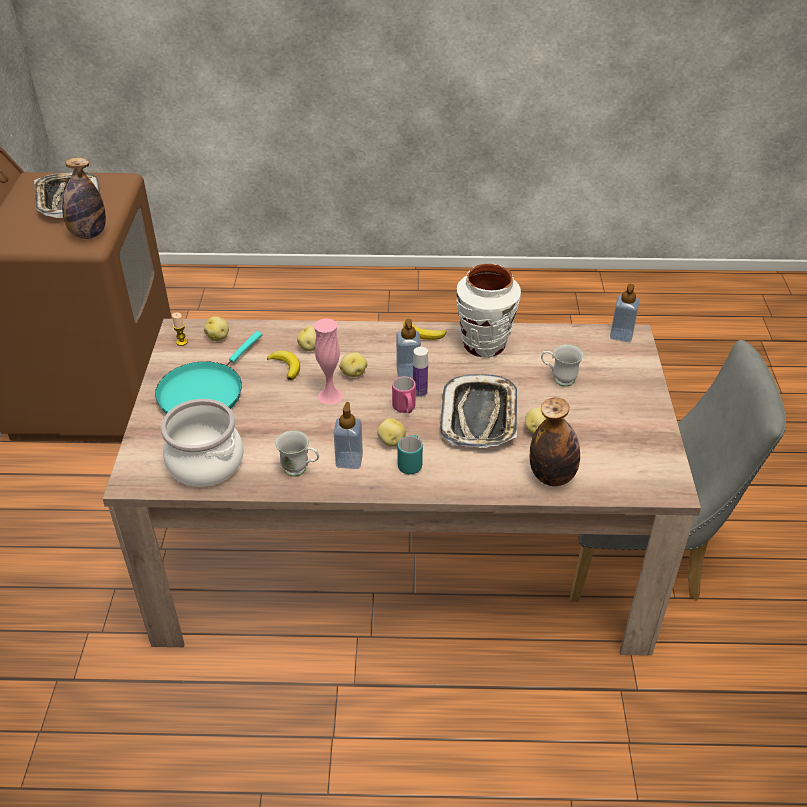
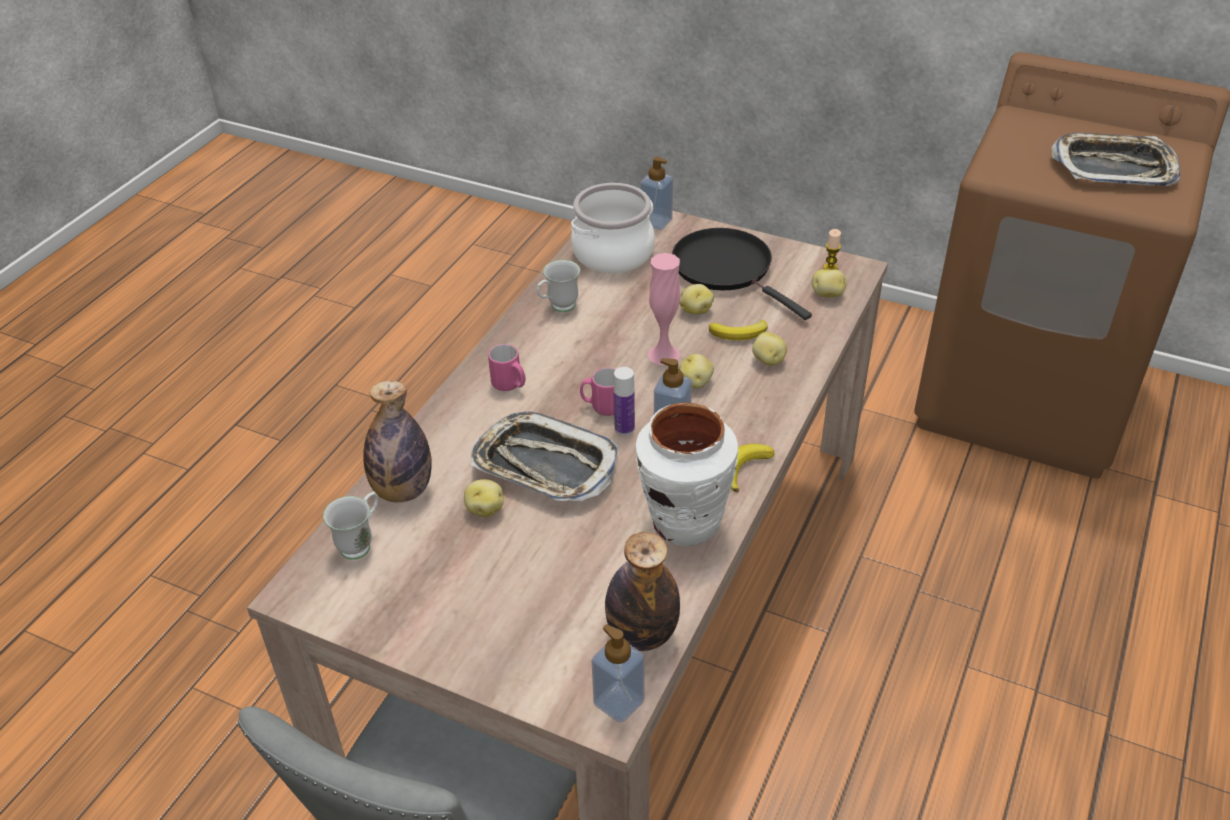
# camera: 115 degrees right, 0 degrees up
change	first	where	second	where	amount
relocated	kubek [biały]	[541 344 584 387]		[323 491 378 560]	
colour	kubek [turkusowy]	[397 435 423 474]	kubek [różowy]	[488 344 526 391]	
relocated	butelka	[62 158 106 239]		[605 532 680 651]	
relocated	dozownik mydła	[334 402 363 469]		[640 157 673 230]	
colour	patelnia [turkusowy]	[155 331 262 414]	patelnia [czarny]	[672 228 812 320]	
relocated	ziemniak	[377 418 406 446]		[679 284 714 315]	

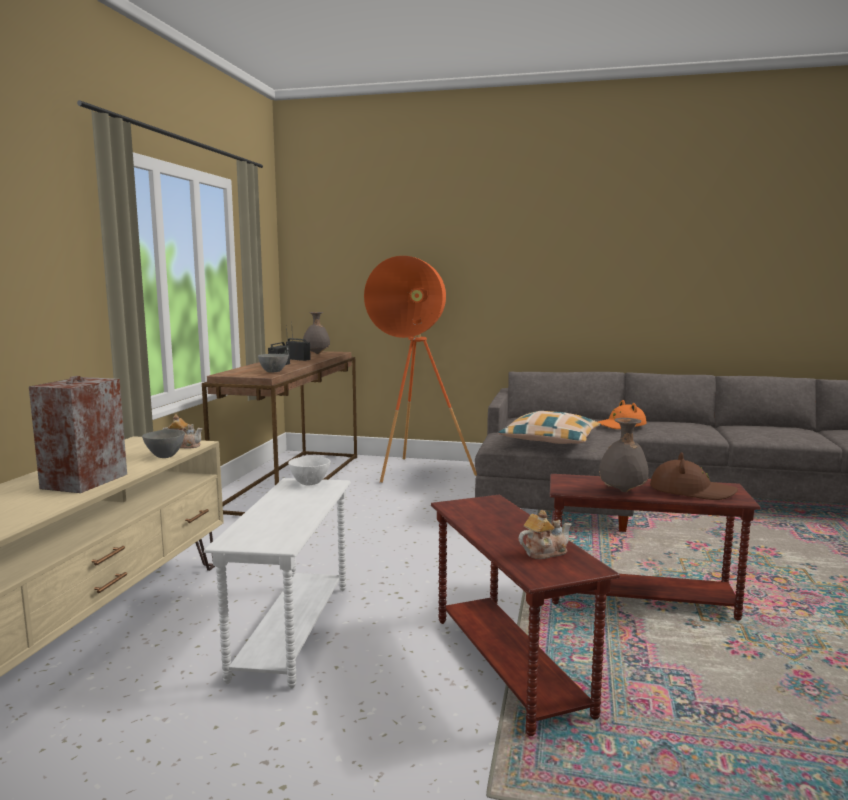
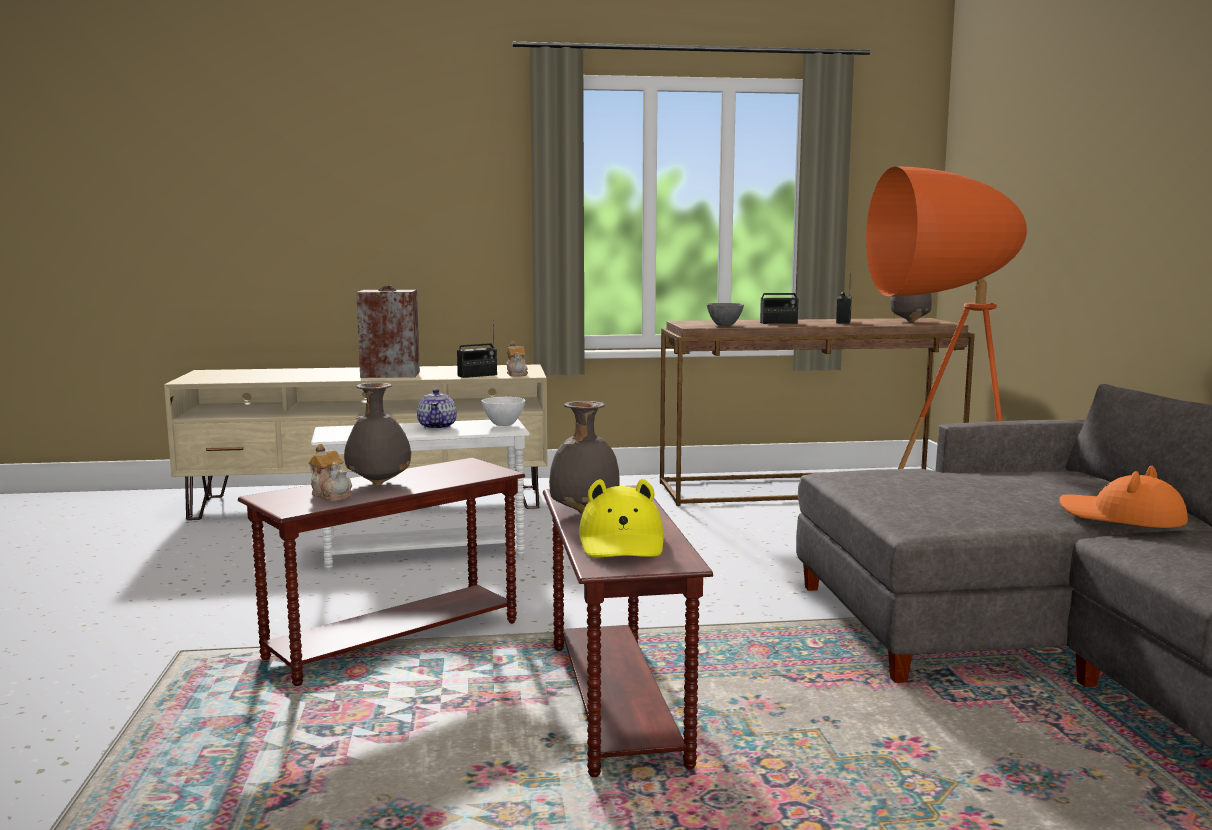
# camera: 70 degrees right, 0 degrees up
change	first	where	second	where	amount
appeared			wazon [szary]	[344 383 412 485]	
appeared			imbryk	[417 389 457 429]	
exchanged	miska [szary]	[142 429 185 458]	radio	[457 320 497 378]	
colour	kapelusz [brązowy]	[650 452 738 500]	kapelusz [żółty]	[579 479 663 557]	
missing	poduszka	[498 411 601 444]			

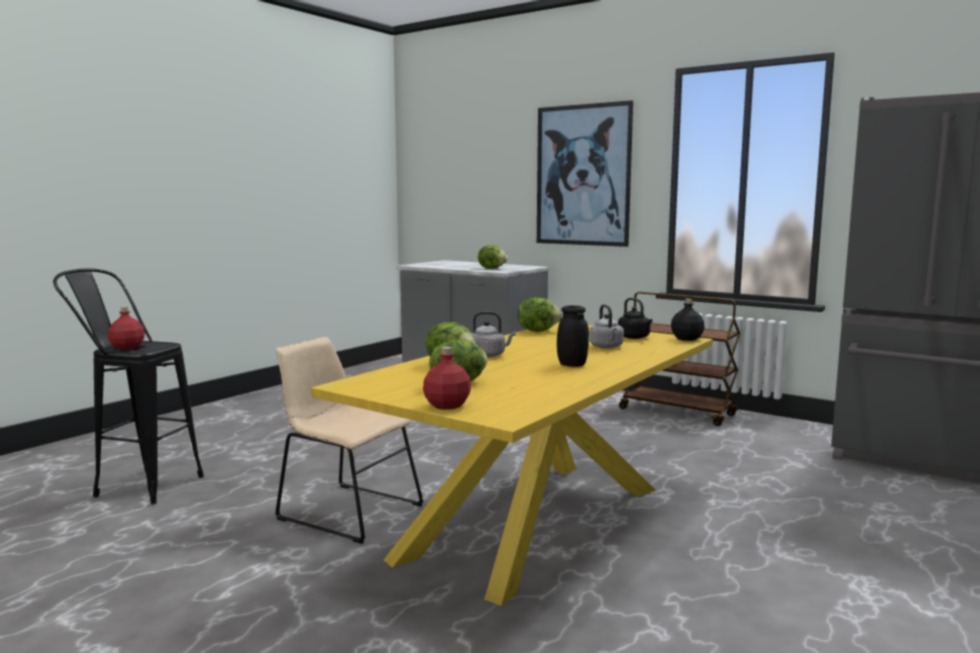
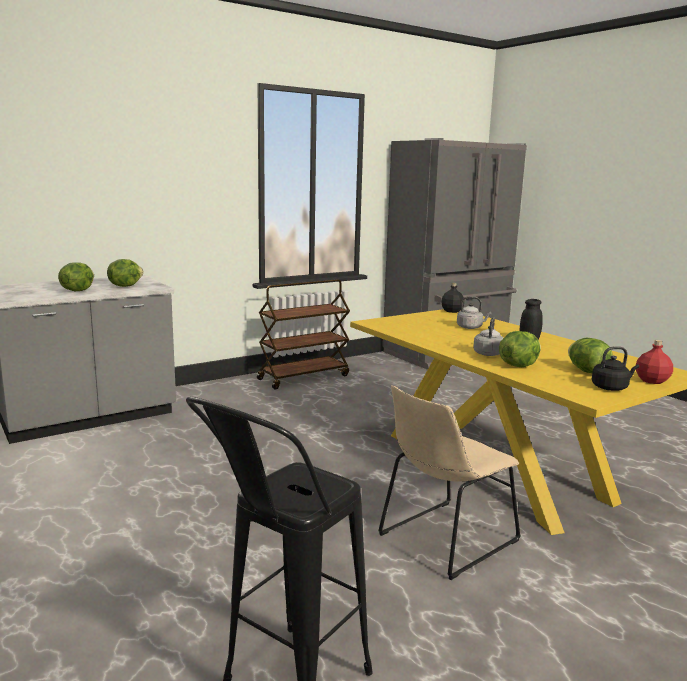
# camera: 70 degrees left, 5 degrees up
change	first	where	second	where	amount
relocated	sałata	[518 297 563 332]		[58 262 94 291]	
relocated	czajnik [czarny]	[618 298 652 339]		[592 346 639 391]	
missing	butelka [czerwony]	[108 307 145 350]			
missing	obraz	[537 100 633 247]			

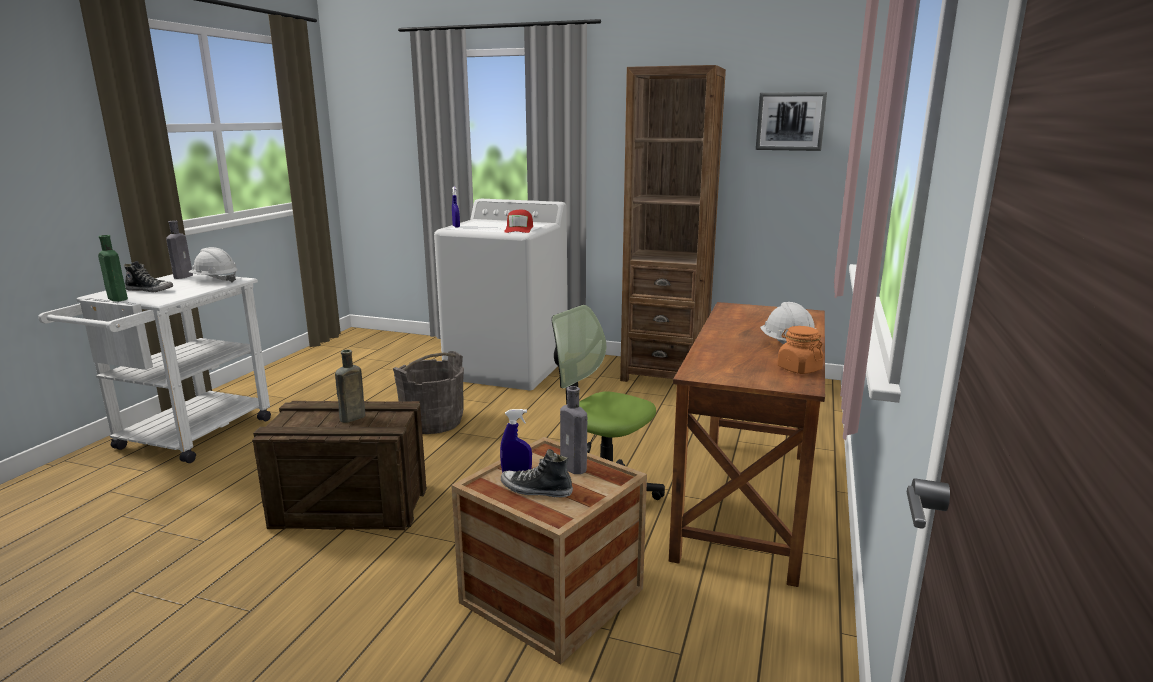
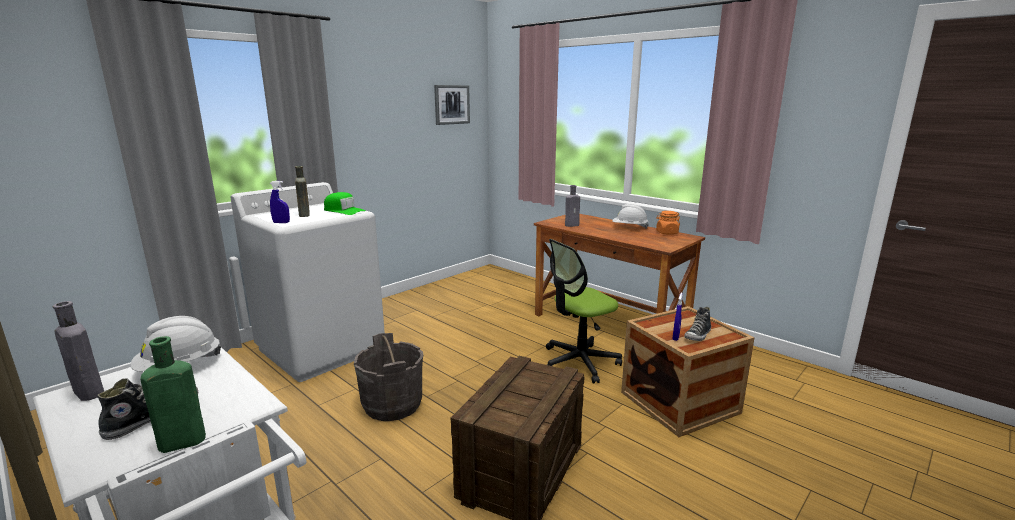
# camera: 65 degrees left, 0 degrees up
change	first	where	second	where	amount
relocated	butelka [brązowy]	[335 349 365 423]		[295 166 310 217]	
colour	czapka z daszkiem [czerwony]	[504 210 533 233]	czapka z daszkiem [zielony]	[324 192 366 215]	
relocated	butelka [szary]	[560 386 587 474]		[565 185 580 227]	
missing	regał [brązowy]	[620 65 726 382]			

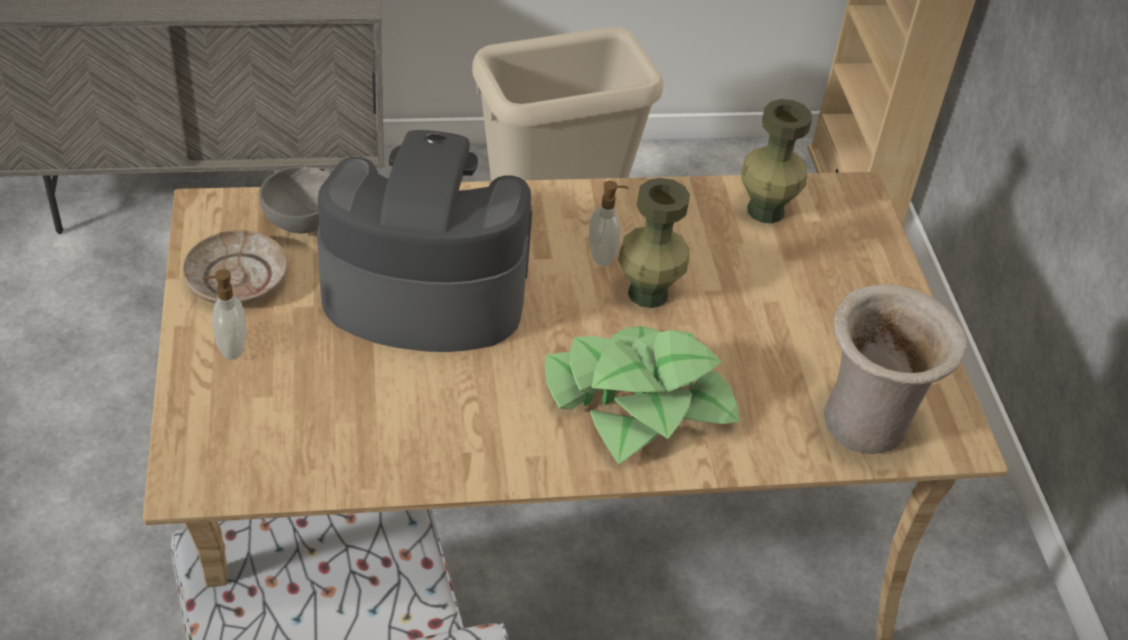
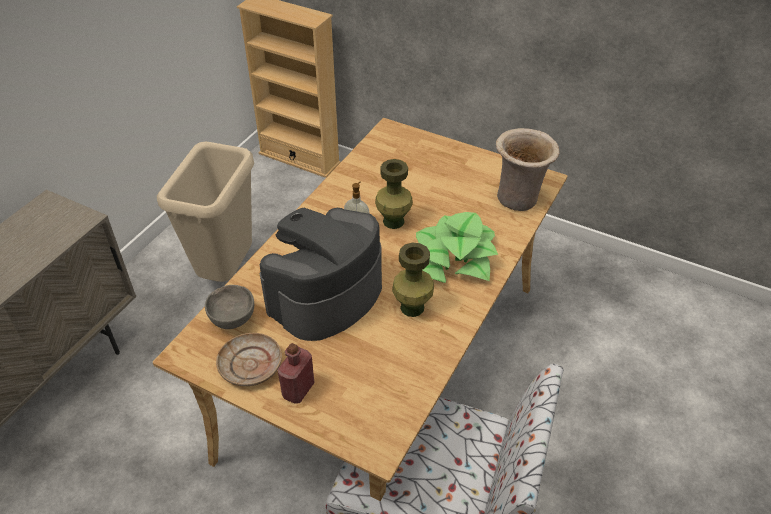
# camera: 50 degrees left, 0 degrees up
change	first	where	second	where	amount
exchanged	dozownik mydła	[202 269 246 360]	butelka [czerwony]	[277 343 315 404]	
relocated	wazon [zielony]	[741 99 812 224]		[392 242 434 317]	

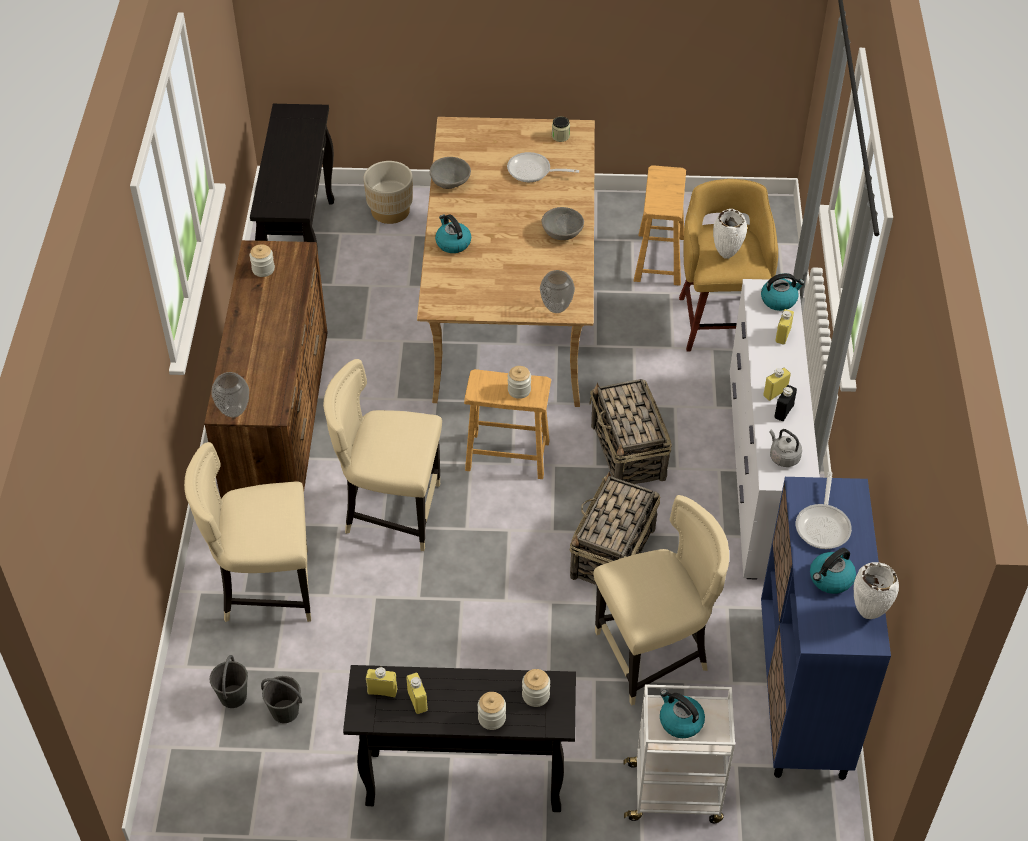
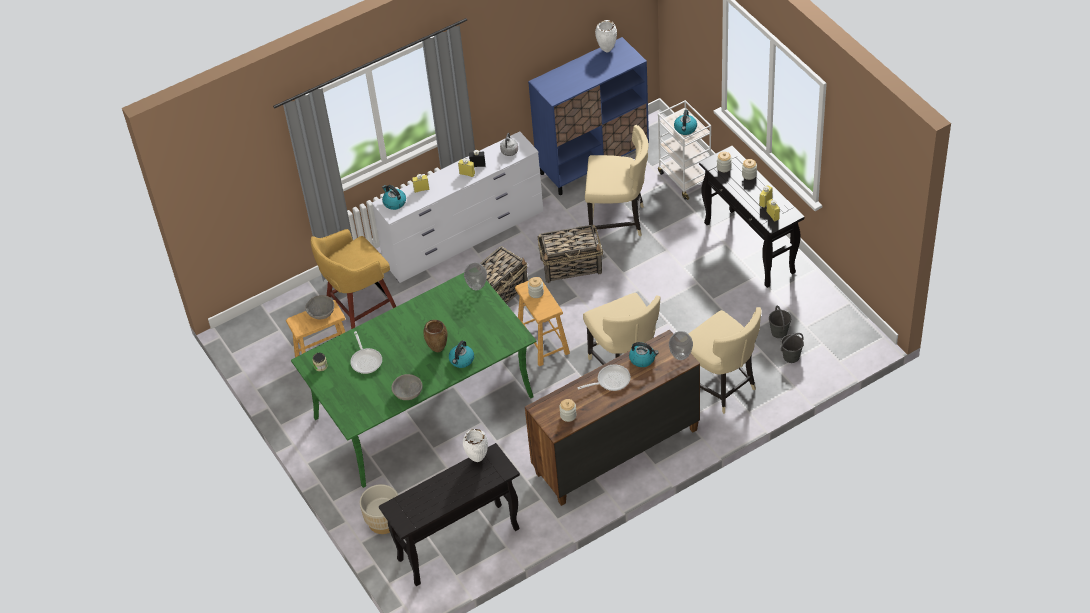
# camera: 120 degrees left, 0 degrees up
change	first	where	second	where	amount
colour	stół jadalny [beżowy]	[417 117 595 407]	stół jadalny [zielony]	[291 273 536 488]	
relocated	miska [szary]	[542 207 584 240]		[305 295 334 319]	
appeared			wazon [brązowy]	[423 320 448 352]	
relocated	wazon [biały]	[713 209 747 259]		[463 429 488 462]	
relocated	patelnia	[796 472 852 549]		[577 365 631 391]	
spun	krzesło [beżowy]	[593 495 729 706]		[585 125 648 236]	150 degrees clockwise
relocated	czajnik	[810 548 856 594]		[629 342 659 367]	

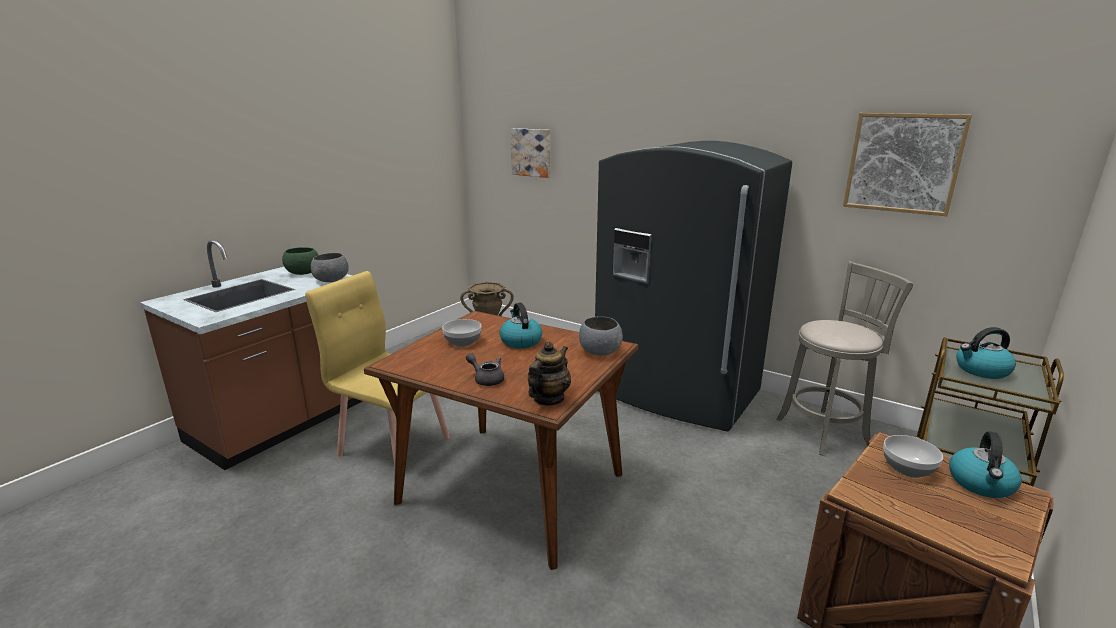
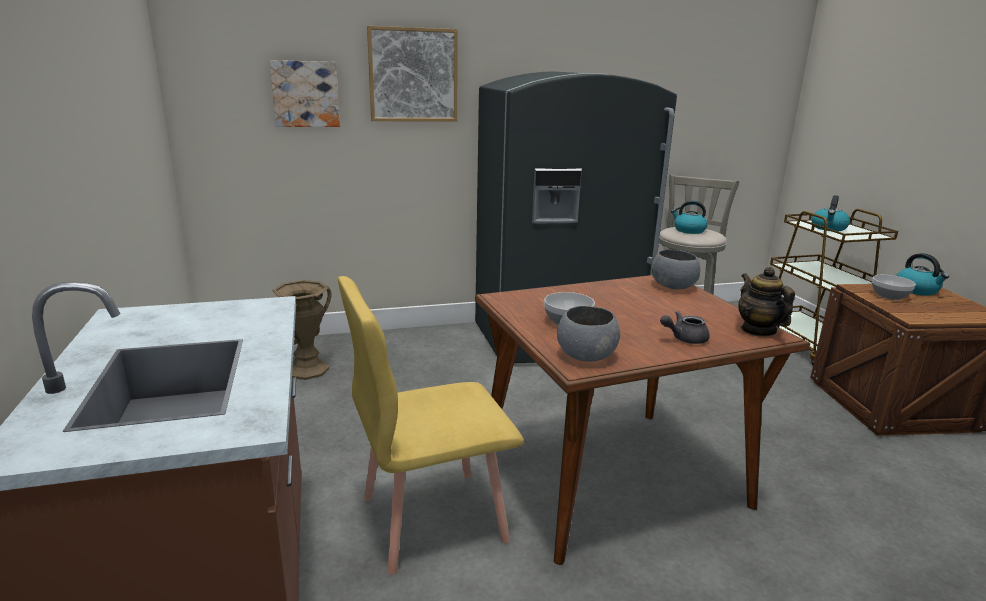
# camera: 50 degrees left, 0 degrees up
change	first	where	second	where	amount
relocated	obraz	[843 113 972 216]		[367 26 458 121]	
relocated	miska [szary]	[311 253 349 282]		[557 306 620 362]	
relocated	czajnik	[500 303 542 349]		[671 201 708 234]	
missing	miska [zielony]	[282 247 318 275]			

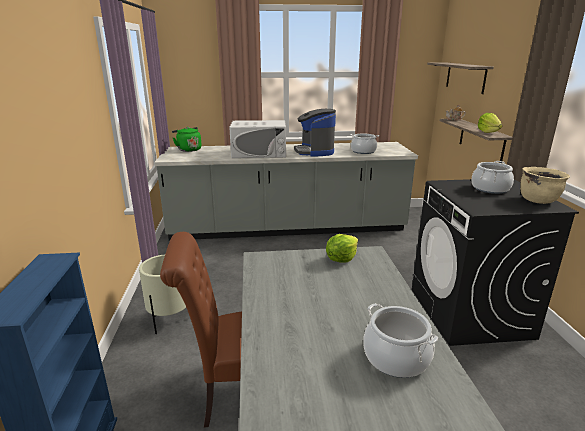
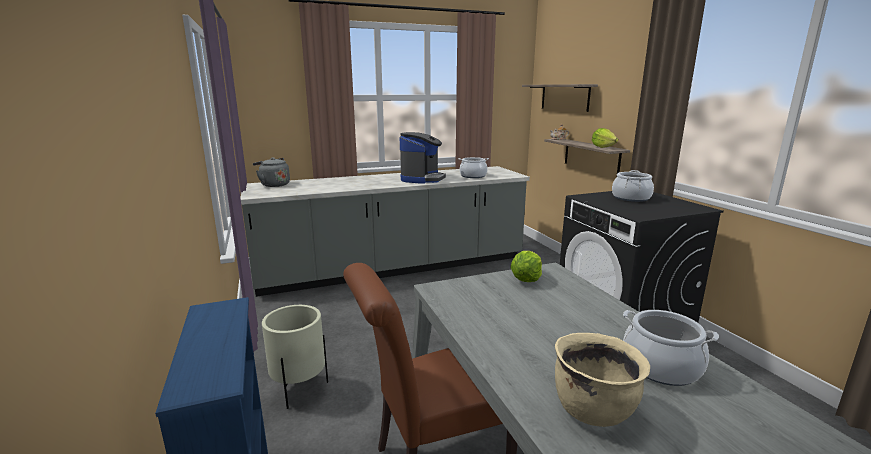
# camera: 15 degrees left, 5 degrees down
change	first	where	second	where	amount
colour	czajnik [zielony]	[172 127 202 152]	czajnik [szary]	[253 158 290 187]	
spun	ekspres do kawy	[294 109 336 157]		[400 132 446 184]	135 degrees counterclockwise
relocated	garnek [beżowy]	[520 167 570 204]		[555 333 650 427]	
missing	mikrofalówka [biały]	[229 120 286 158]			

